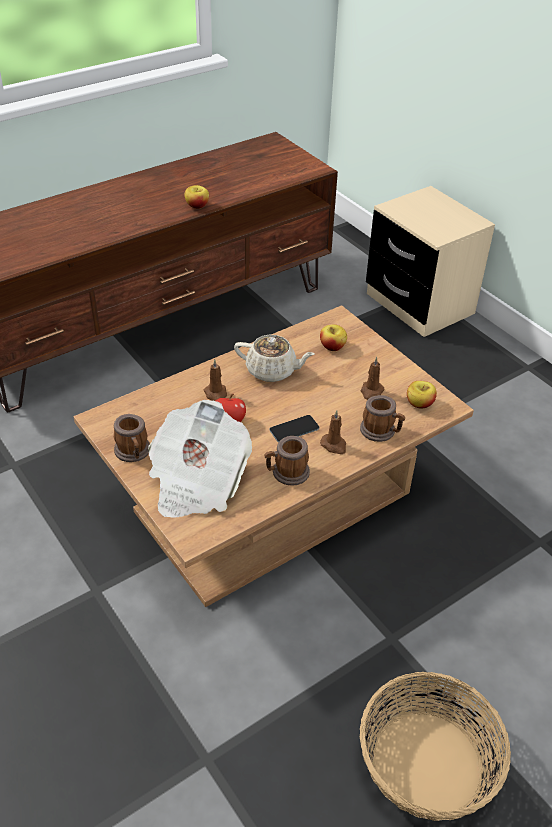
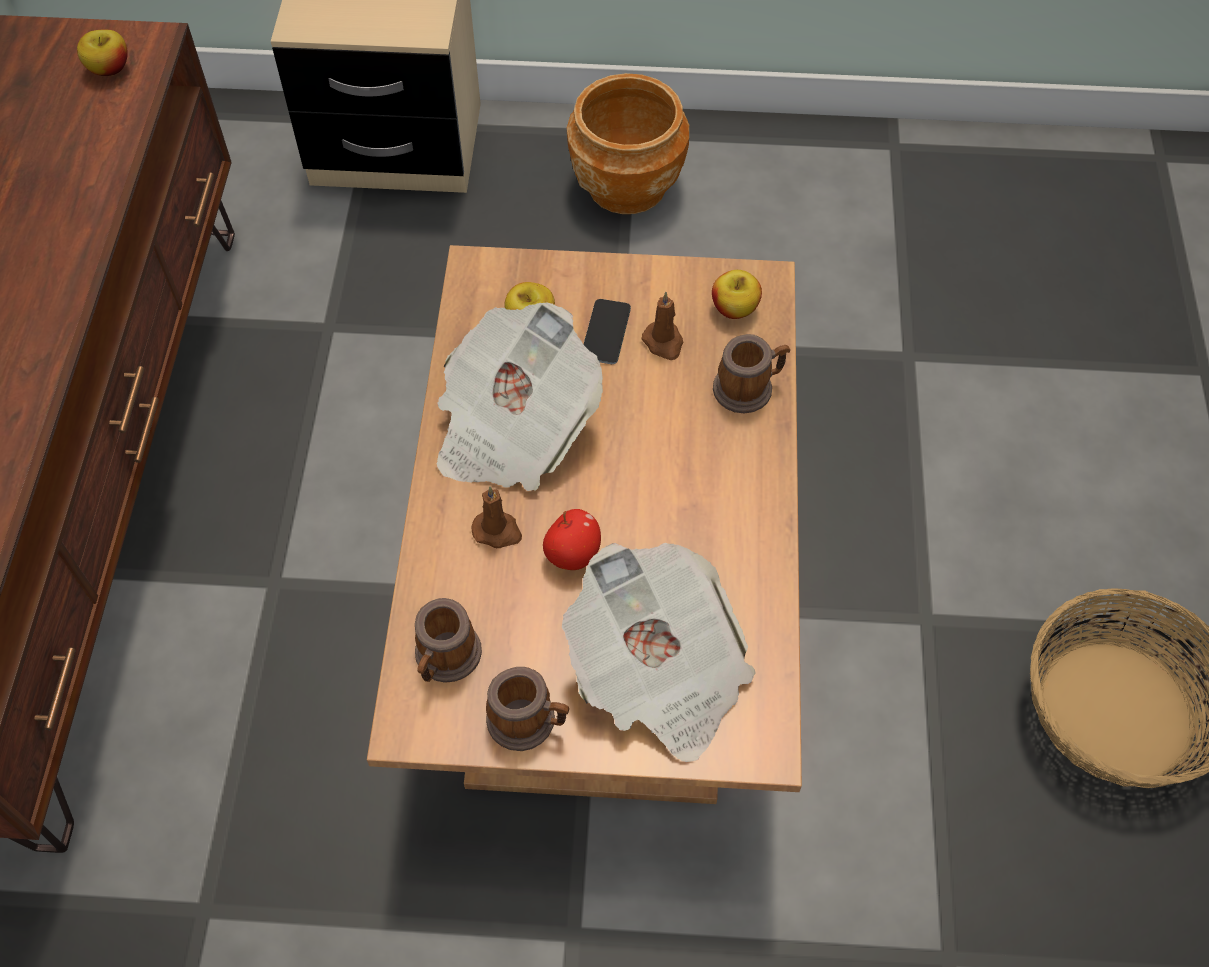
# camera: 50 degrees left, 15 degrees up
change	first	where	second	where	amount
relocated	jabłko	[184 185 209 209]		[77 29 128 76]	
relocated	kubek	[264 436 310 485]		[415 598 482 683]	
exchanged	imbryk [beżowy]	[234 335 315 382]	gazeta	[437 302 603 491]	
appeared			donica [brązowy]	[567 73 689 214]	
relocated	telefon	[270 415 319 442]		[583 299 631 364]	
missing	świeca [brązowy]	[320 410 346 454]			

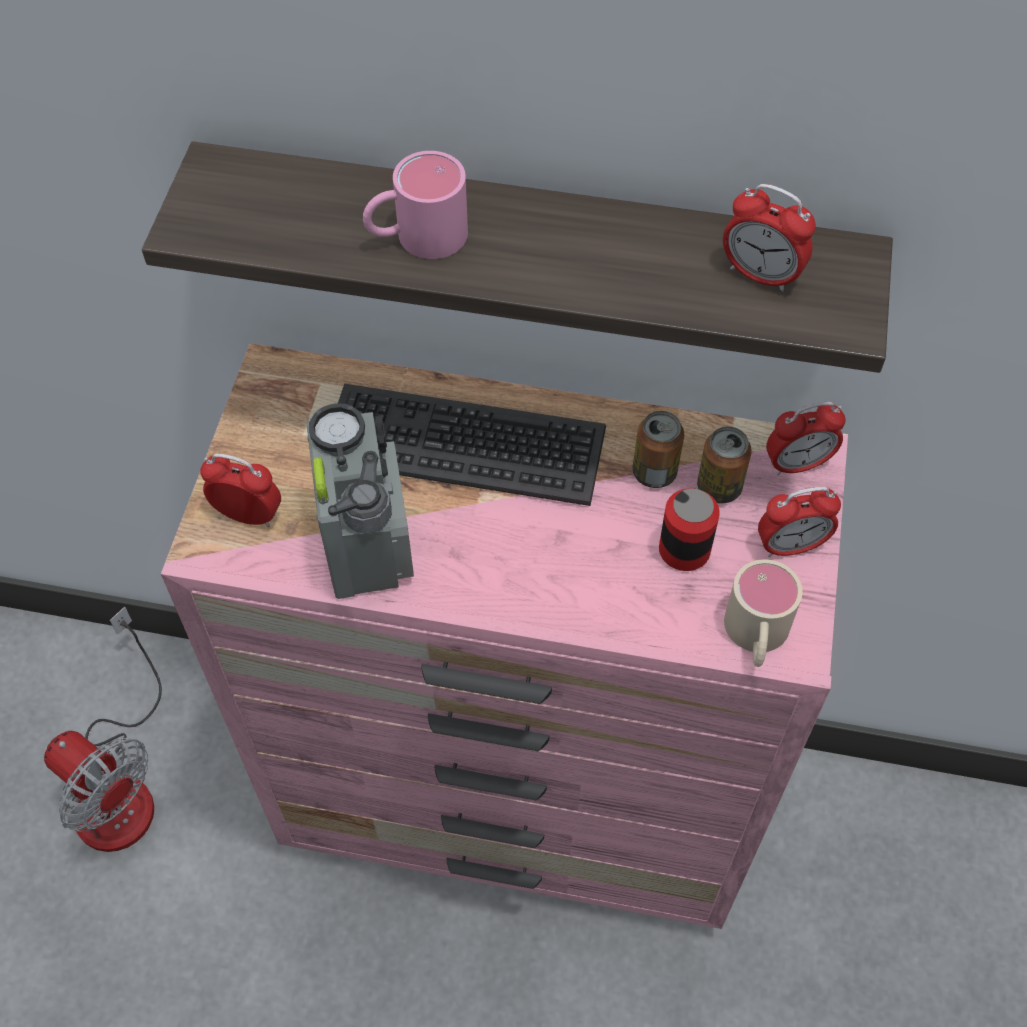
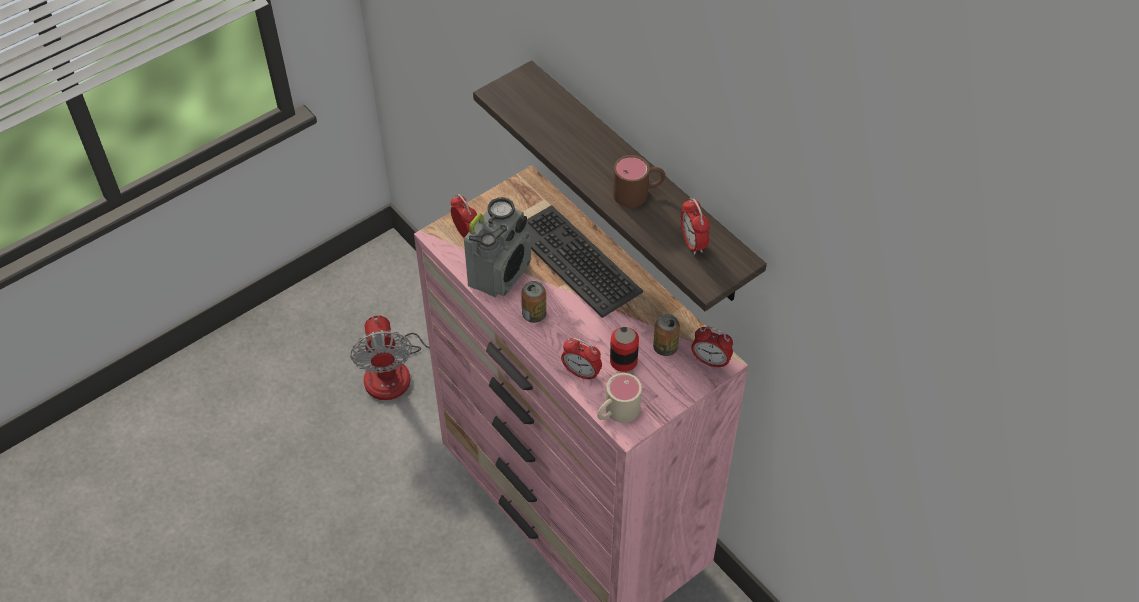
# camera: 40 degrees right, 5 degrees down
change	first	where	second	where	amount
relocated	puszka	[632 411 684 488]		[521 281 546 323]	
relocated	budzik	[758 487 841 557]		[561 338 602 381]	
appeared			kubek [brązowy]	[613 155 666 208]	
missing	kubek [różowy]	[363 151 468 259]			

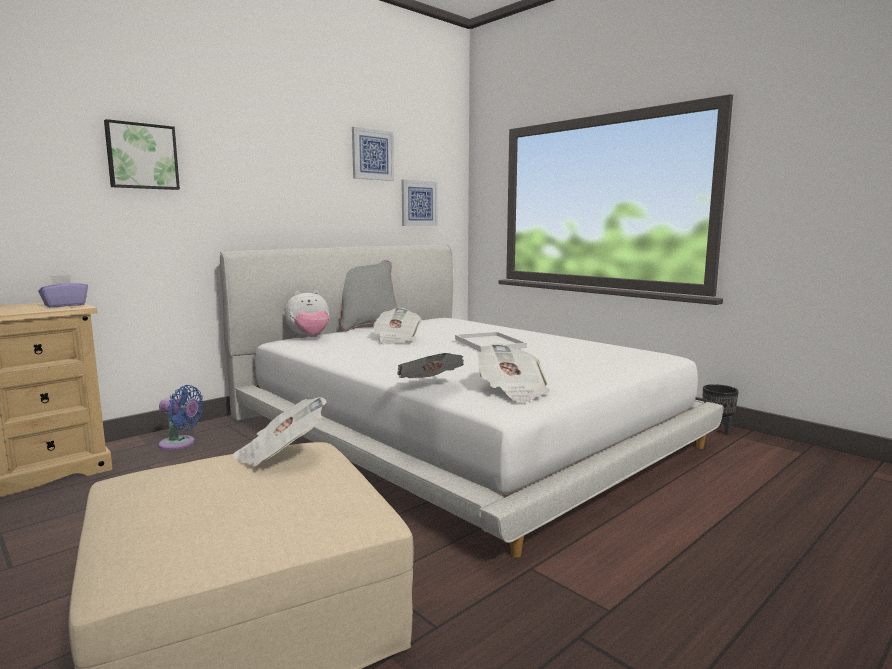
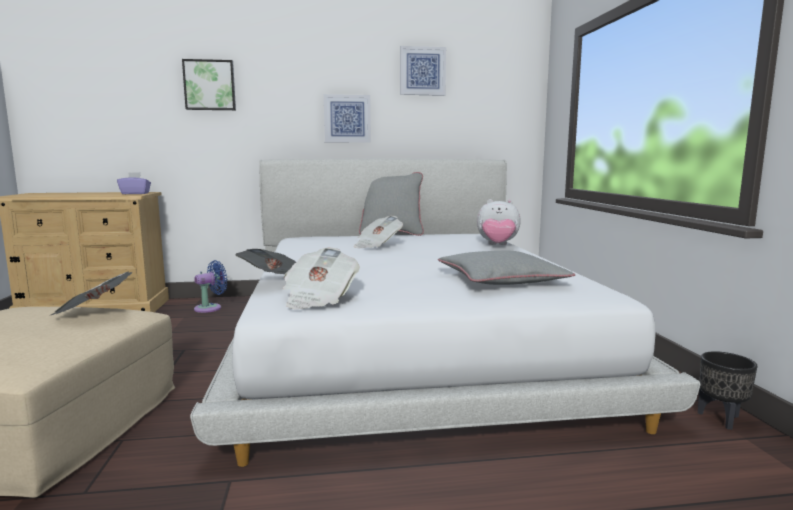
# camera: 35 degrees right, 0 degrees up
change	first	where	second	where	amount
spun	wentylator [niebieski]	[159 385 204 450]		[194 260 227 313]	90 degrees counterclockwise
relocated	obraz	[401 180 438 226]		[324 94 371 143]	
appeared			poduszka [szary]	[438 251 575 285]	
relocated	pluszak	[285 290 330 338]		[477 199 521 245]	
missing	taca [biały]	[455 332 527 352]			

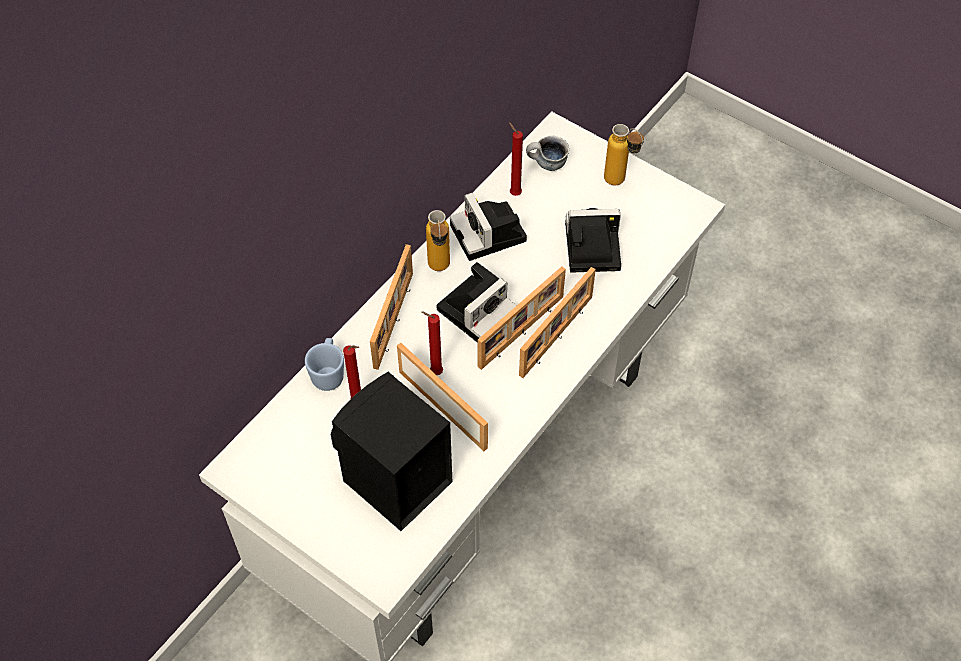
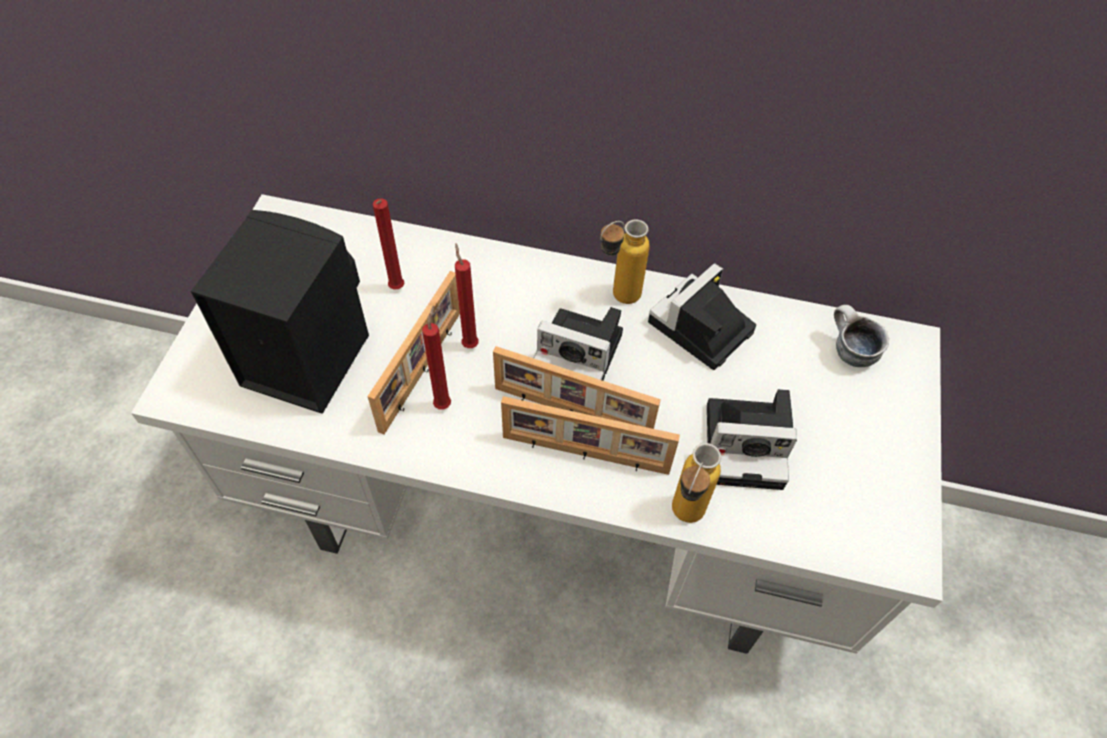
# camera: 65 degrees right, 0 degrees up
change	first	where	second	where	amount
relocated	świeca [czerwony]	[509 123 523 196]		[422 306 451 410]	
relocated	butelka	[604 124 644 185]		[672 443 721 523]	
spun	aparat fotograficzny	[565 208 621 273]		[707 389 797 490]	120 degrees clockwise
missing	kubek [niebieski]	[305 338 344 391]			
missing	ramka na zdjęcie	[370 244 413 370]			

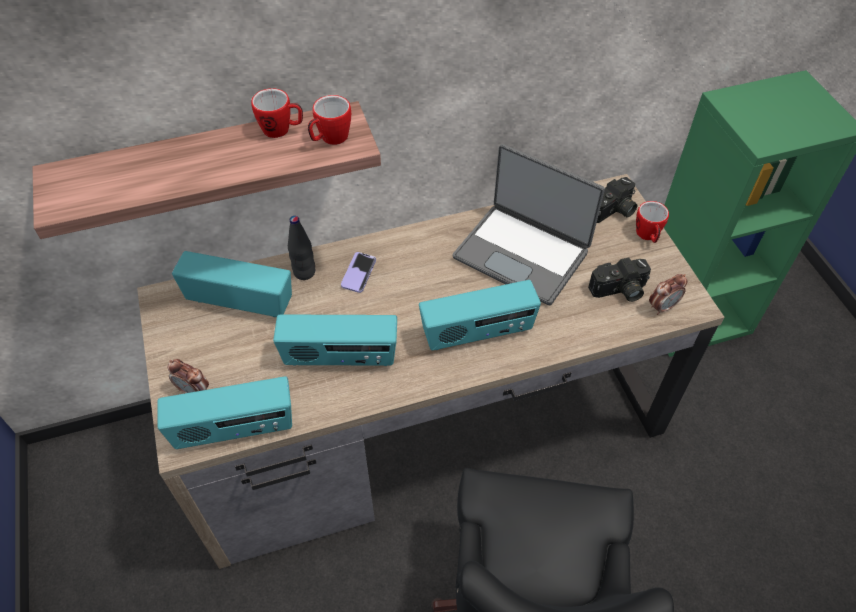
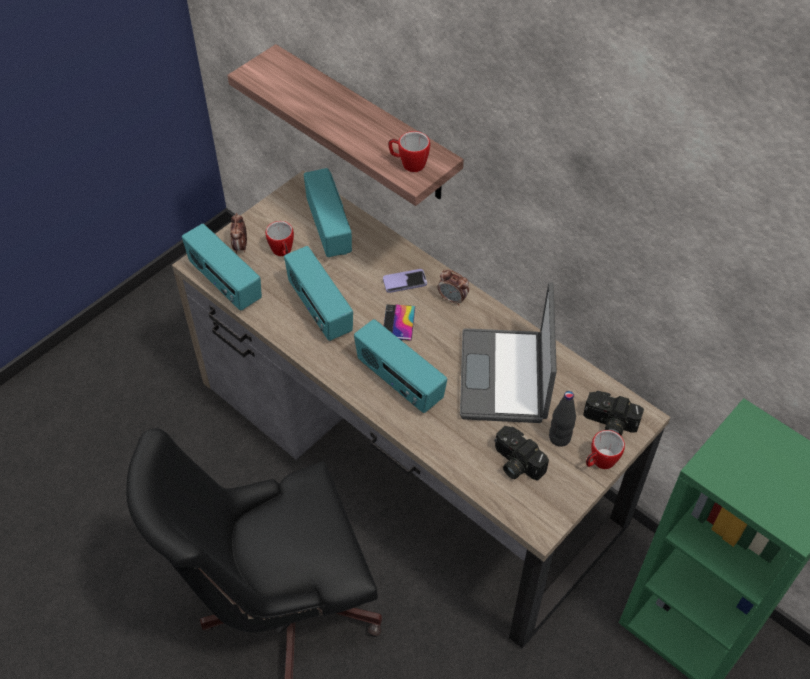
# camera: 60 degrees right, 0 degrees up
change	first	where	second	where	amount
relocated	kubek	[251 88 303 138]		[266 221 294 256]	
appeared			telefon	[384 304 415 341]	
relocated	budzik	[649 274 688 315]		[438 270 469 306]	
relocated	butelka [czarny]	[288 216 315 280]		[549 391 576 447]	

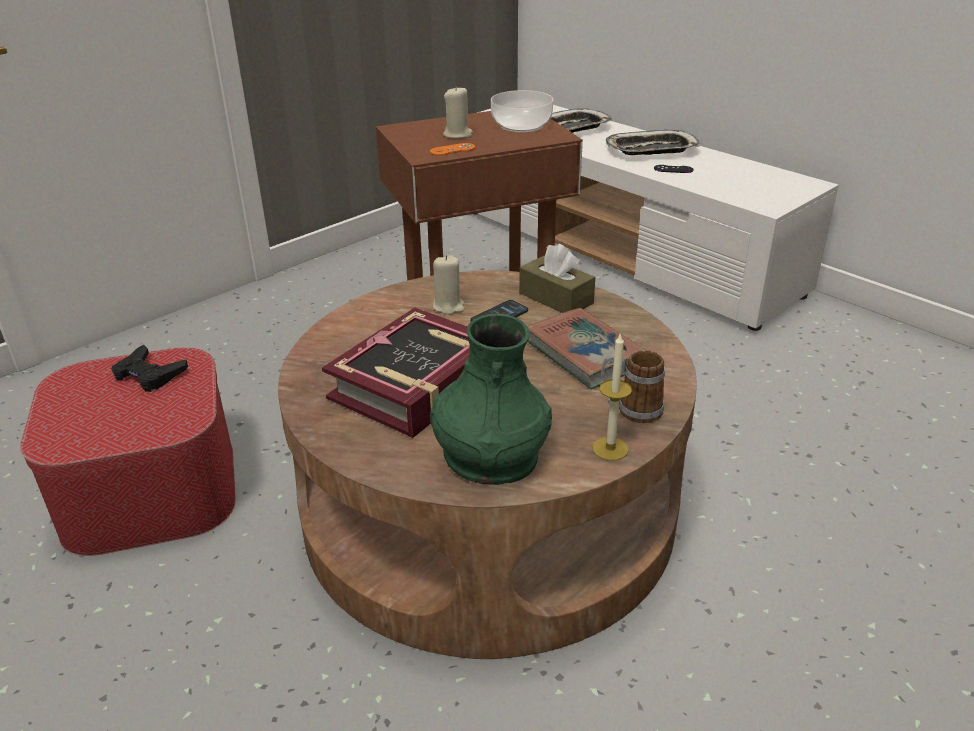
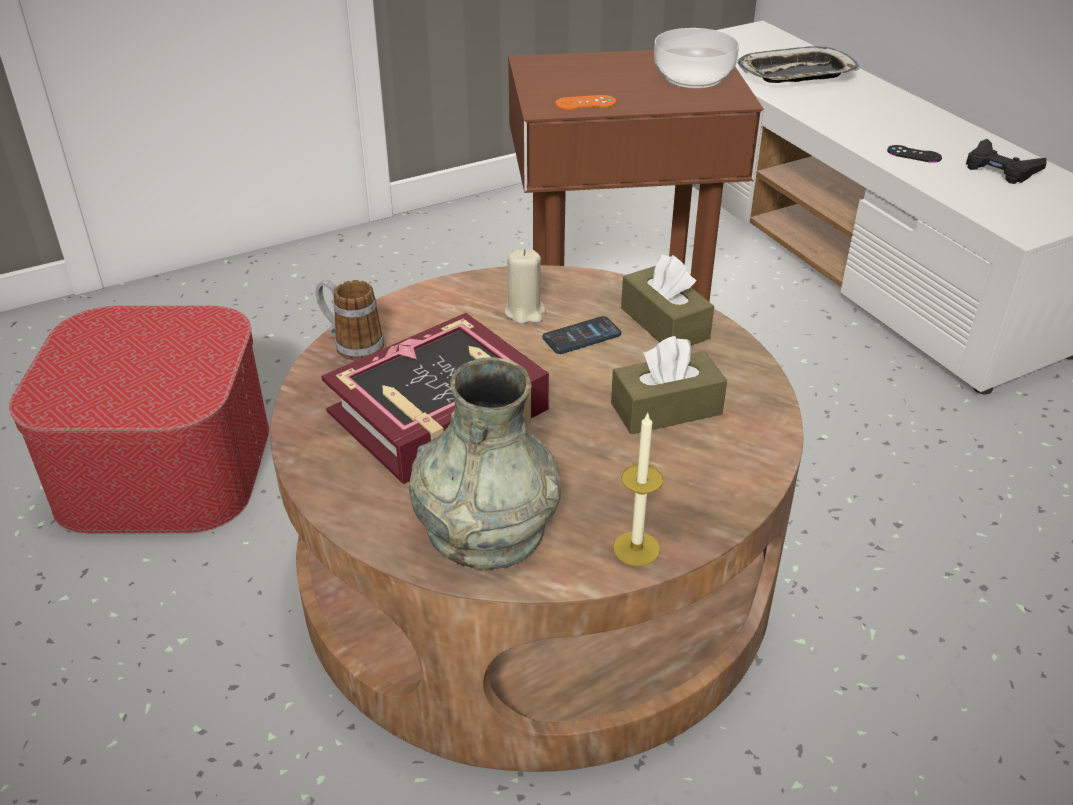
# camera: 15 degrees right, 5 degrees up
change	first	where	second	where	amount
relocated	kubek	[601 350 665 423]		[316 279 384 360]	
colour	wazon [zielony]	[430 314 552 485]	wazon [szary]	[409 357 561 569]	
exchanged	książka	[527 308 645 389]	pudełko chusteczek [brązowy]	[611 336 727 434]	
relocated	pad do gier [czarny]	[111 345 188 392]		[966 139 1047 184]	
missing	świeca [beżowy]	[443 86 473 139]			
missing	taca	[606 130 701 155]			

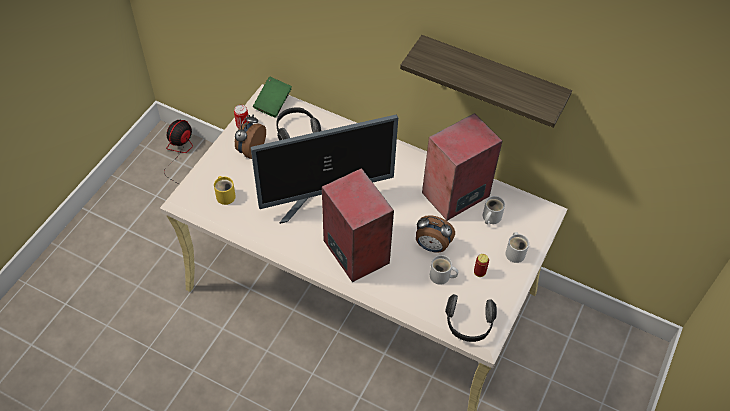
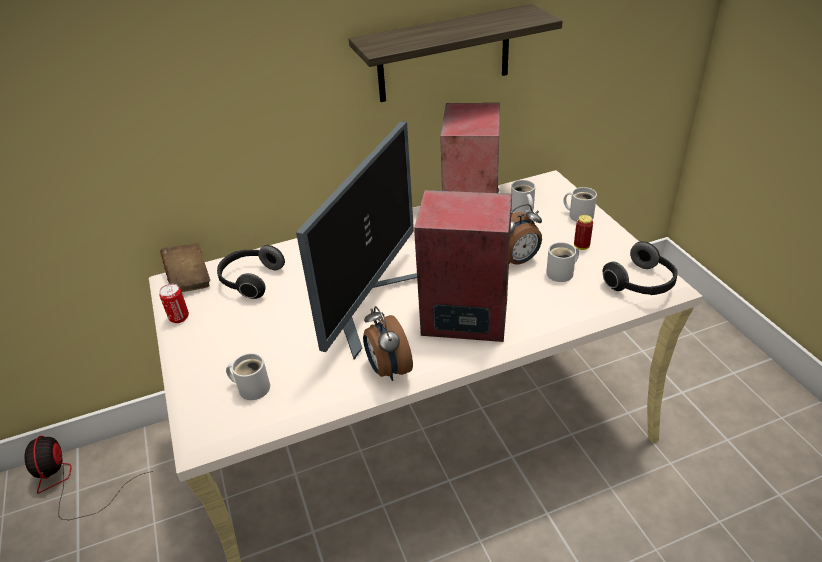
# camera: 45 degrees left, 15 degrees down
change	first	where	second	where	amount
colour	książka [zielony]	[253 77 292 118]	książka [brązowy]	[160 243 210 292]	
colour	kubek [żółty]	[214 176 236 205]	kubek [biały]	[226 353 270 400]	
relocated	budzik	[235 115 266 159]		[363 306 413 381]	

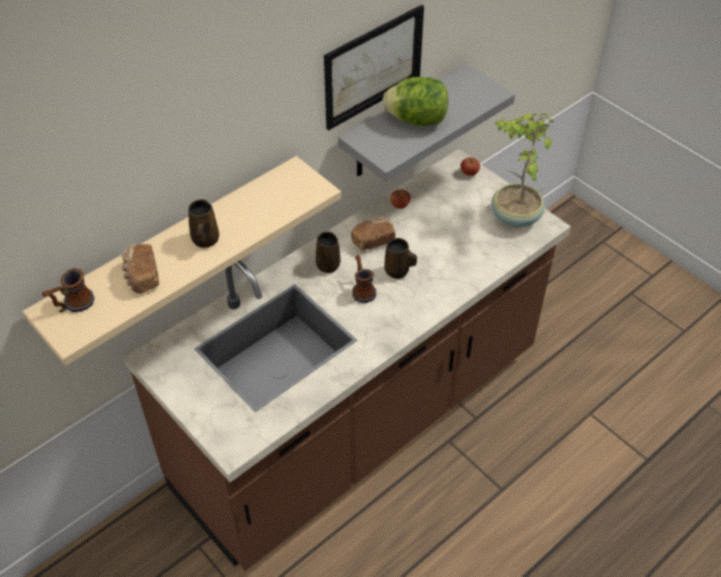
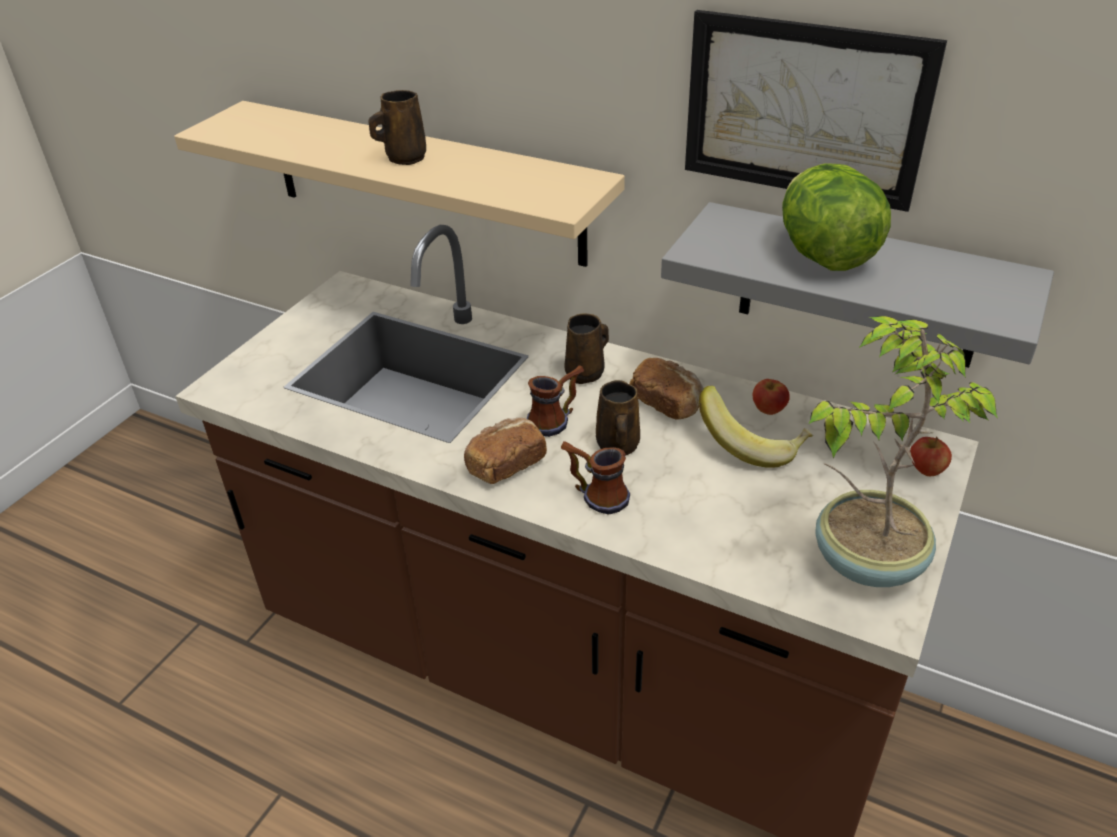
# camera: 70 degrees right, 10 degrees down
change	first	where	second	where	amount
relocated	chleb	[122 244 159 294]		[464 417 547 484]	
relocated	kubek	[42 268 94 312]		[561 441 630 515]	
appeared			banan	[699 385 813 468]	

